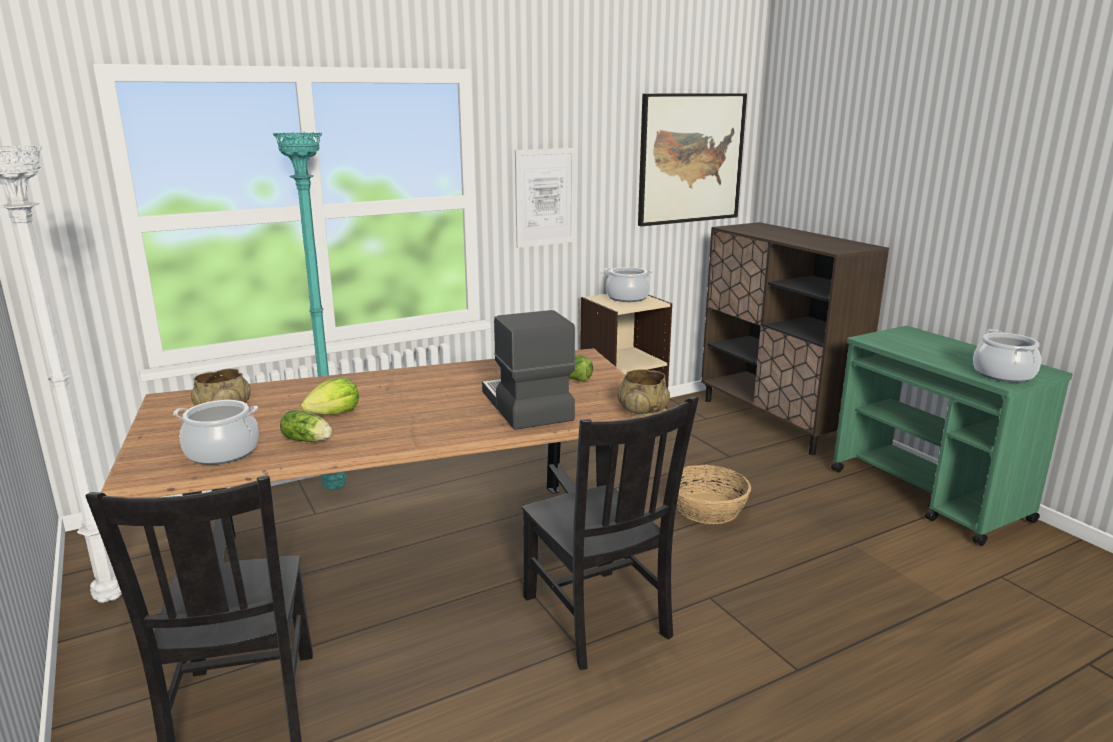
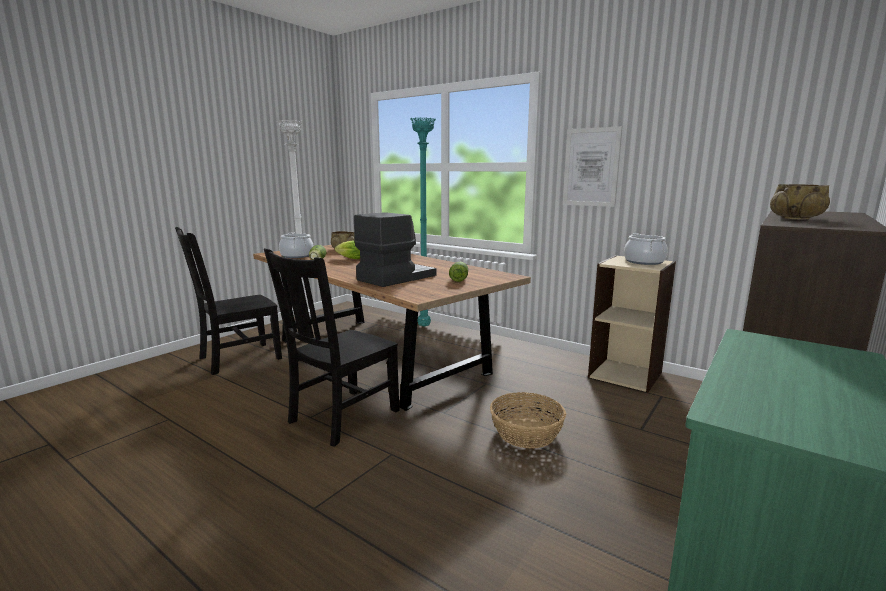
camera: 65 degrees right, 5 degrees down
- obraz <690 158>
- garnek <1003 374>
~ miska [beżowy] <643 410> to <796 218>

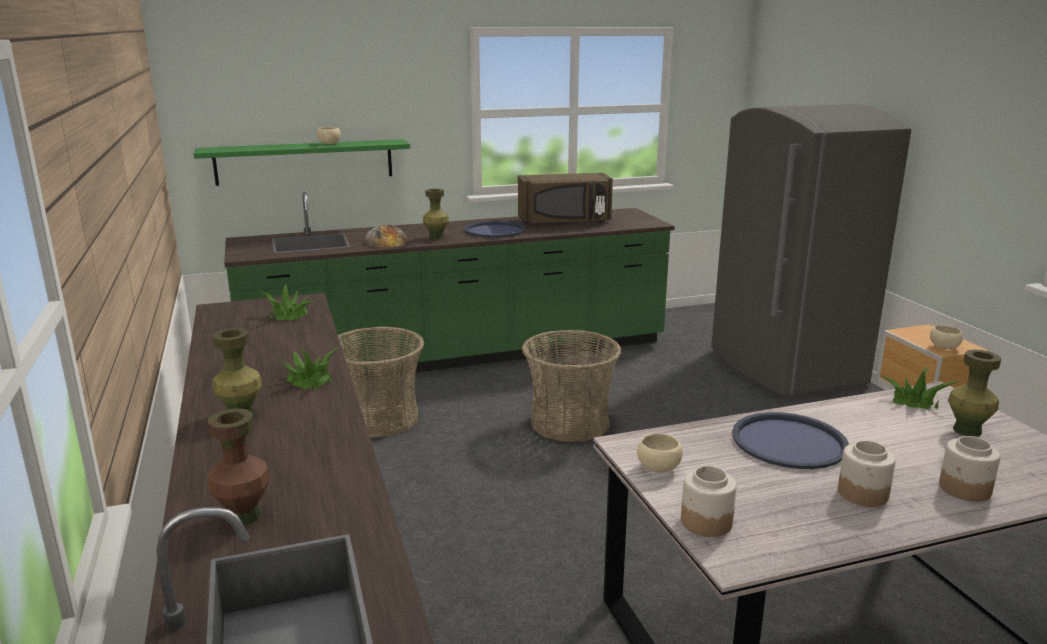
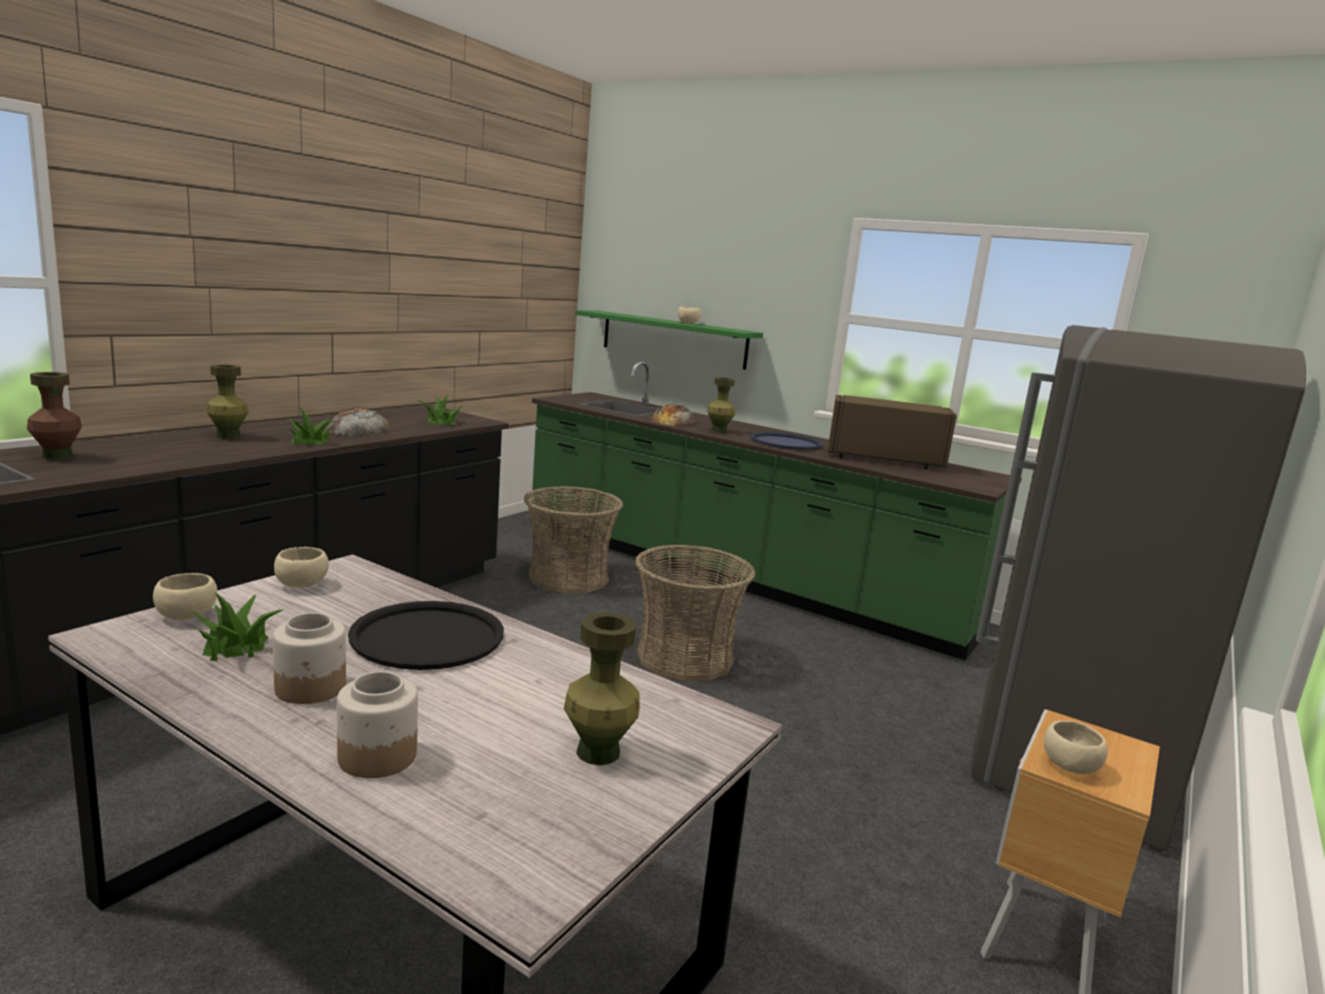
camera: 50 degrees right, 5 degrees down
+ chleb <358 429>
~ roślina doniczkowa <914 400> to <235 645>
~ słoik <705 522> to miska [beżowy] <188 615>
~ taca [niebieski] <789 442> to taca [czarny] <428 637>
~ mikrofalówka [brązowy] <565 221> = <884 459> 150 degrees clockwise

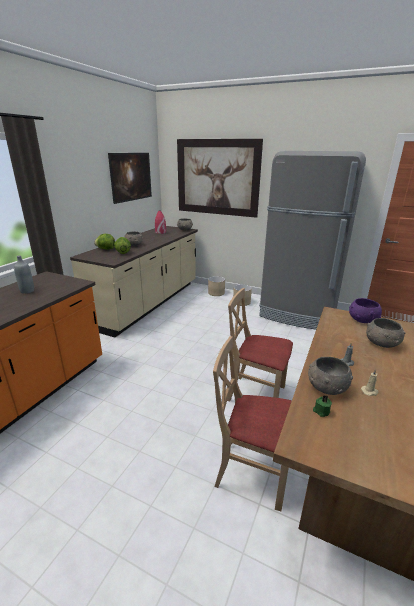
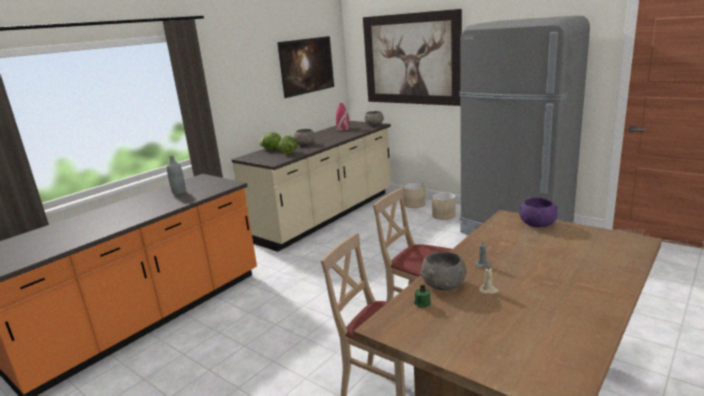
camera: 15 degrees right, 5 degrees down
- miska [szary] <381 343>

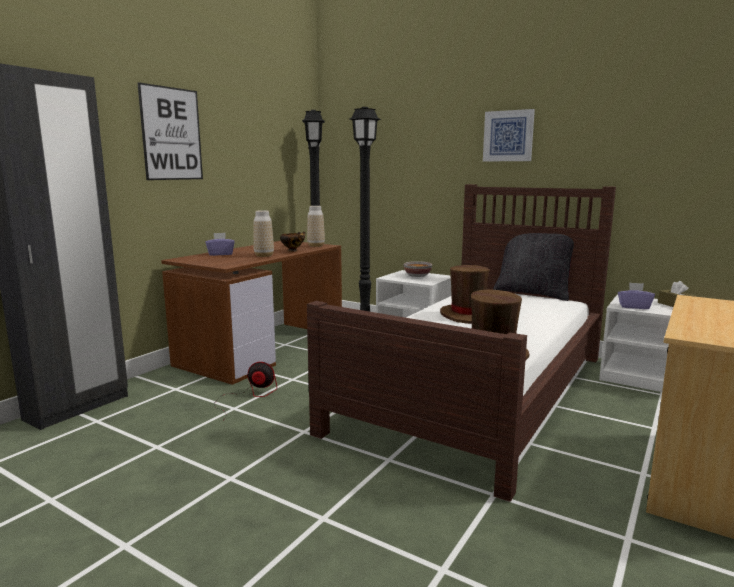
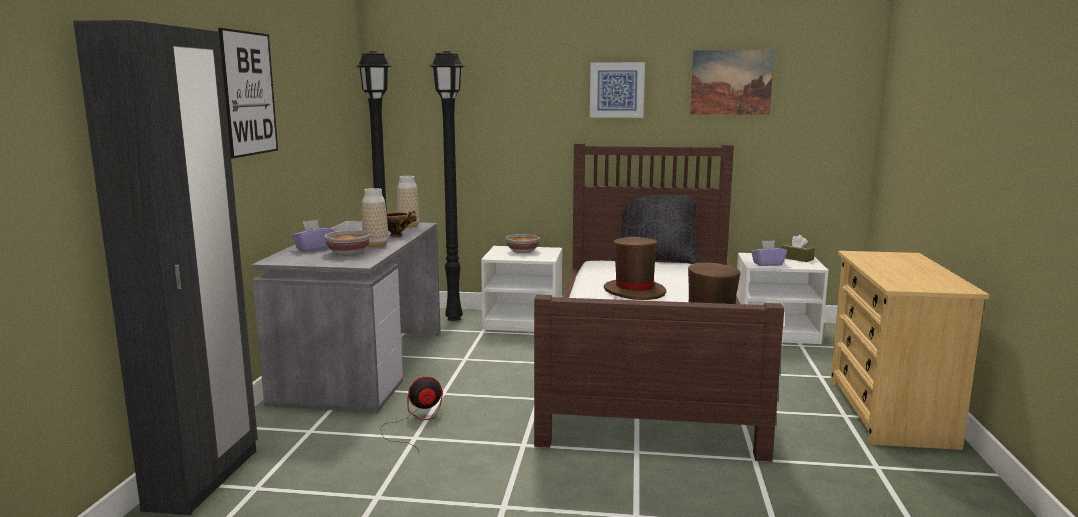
camera: 25 degrees left, 0 degrees up
+ miska <348 253>
+ obraz <731 82>
~ biurko [brązowy] <263 349> to biurko [szary] <362 365>

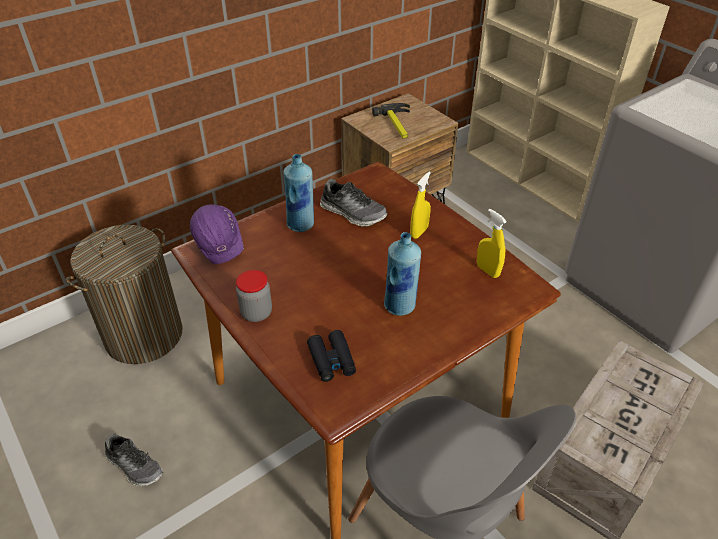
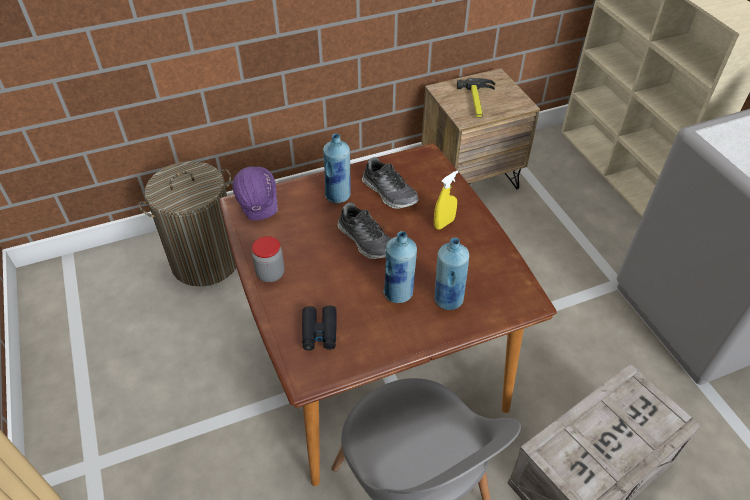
camera: 15 degrees right, 5 degrees up
- spryskiwacz [żółty] <487 271>
+ butelka [niebieski] <448 299>
~ but <135 466> to <366 240>

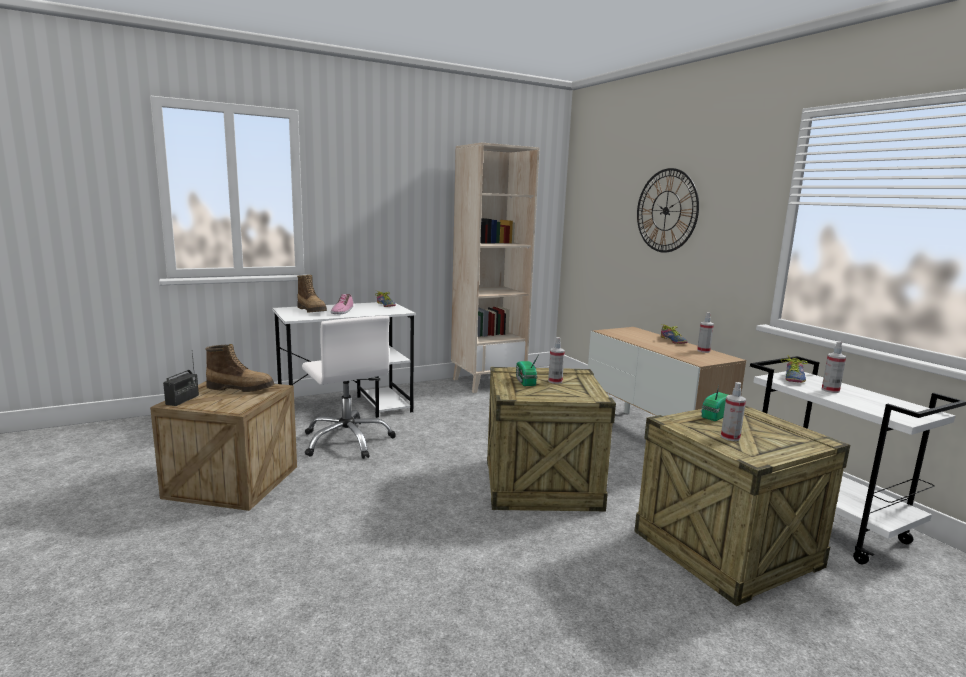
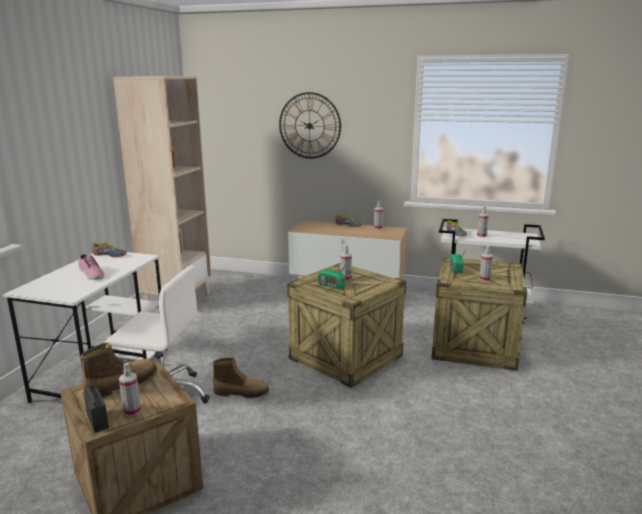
camera: 45 degrees left, 5 degrees up
+ spryskiwacz <132 411>
~ but z cholewką <312 310> to <241 393>

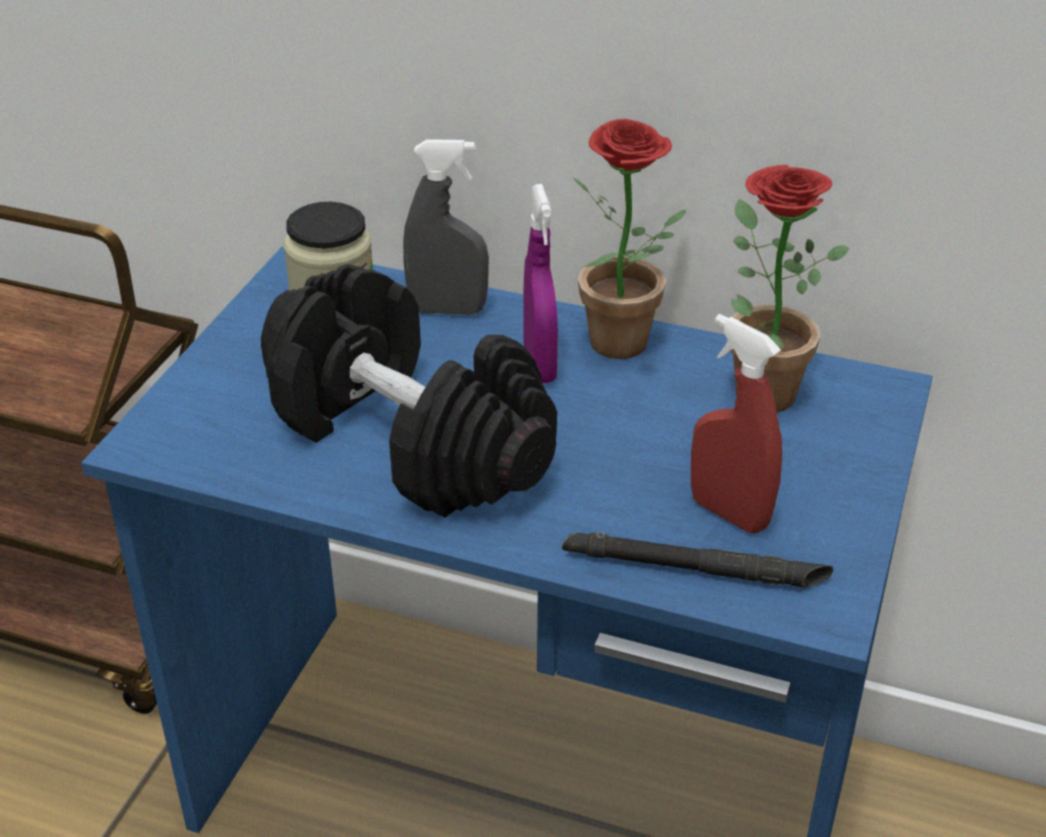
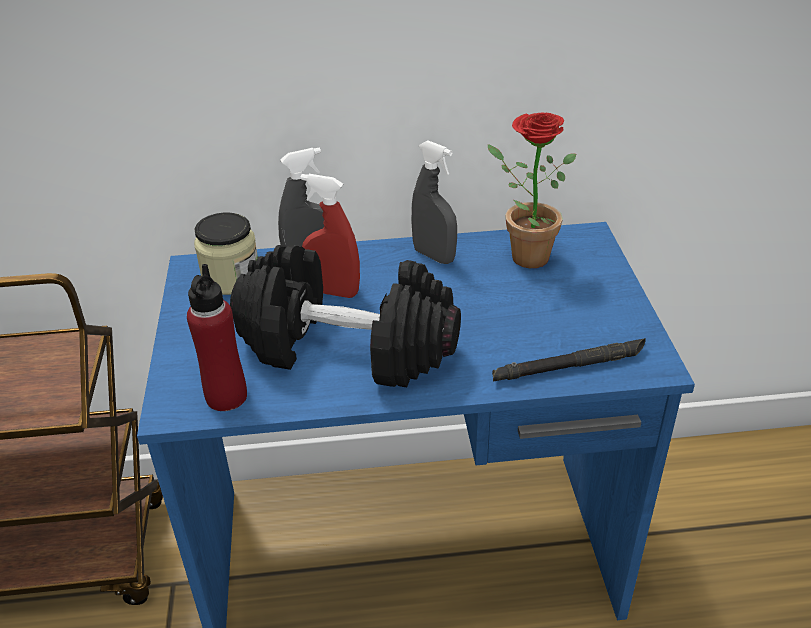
camera: 25 degrees left, 0 degrees up
- spryskiwacz [fioletowy] <539 365>
+ butelka [czerwony] <226 397>
~ spryskiwacz [czerwony] <729 513> to <333 292>
~ roślina doniczkowa <625 349> to spryskiwacz [szary] <434 256>

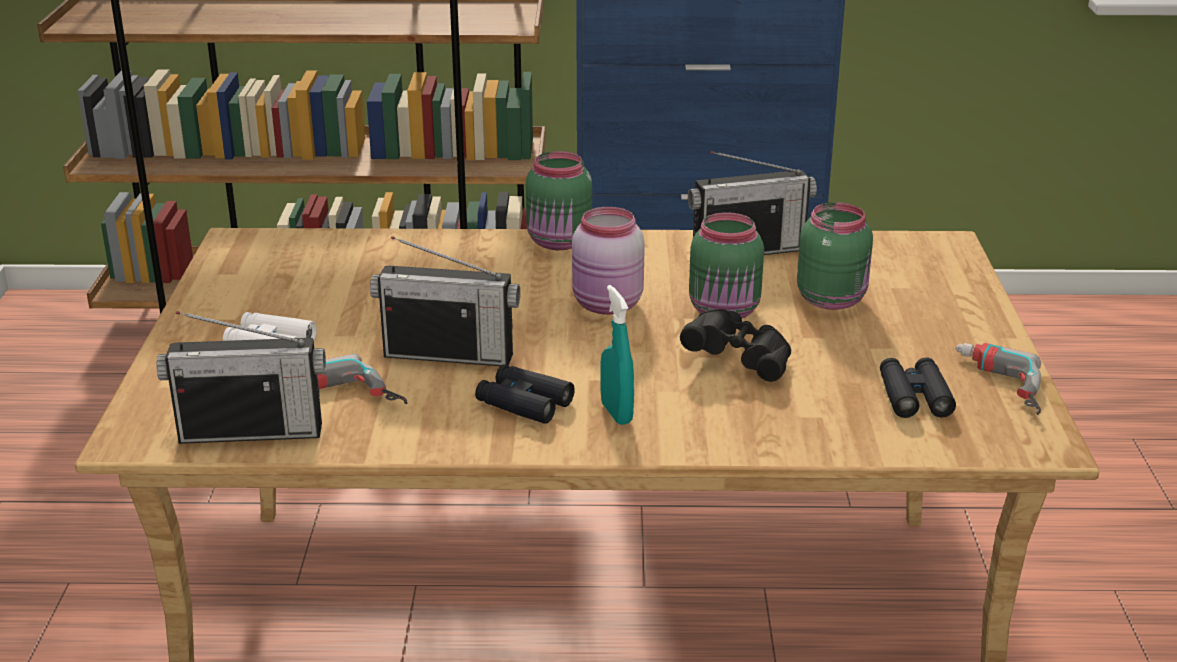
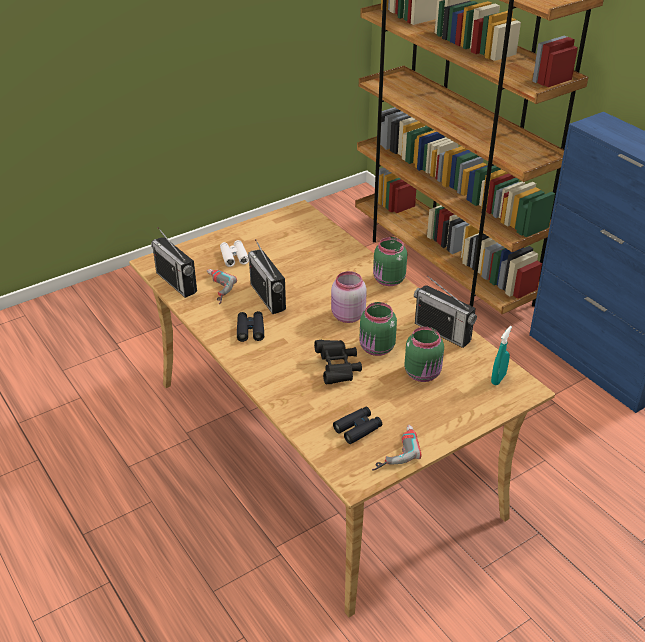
camera: 55 degrees right, 10 degrees up
~ spryskiwacz [turkusowy] <616 413> to <498 379>

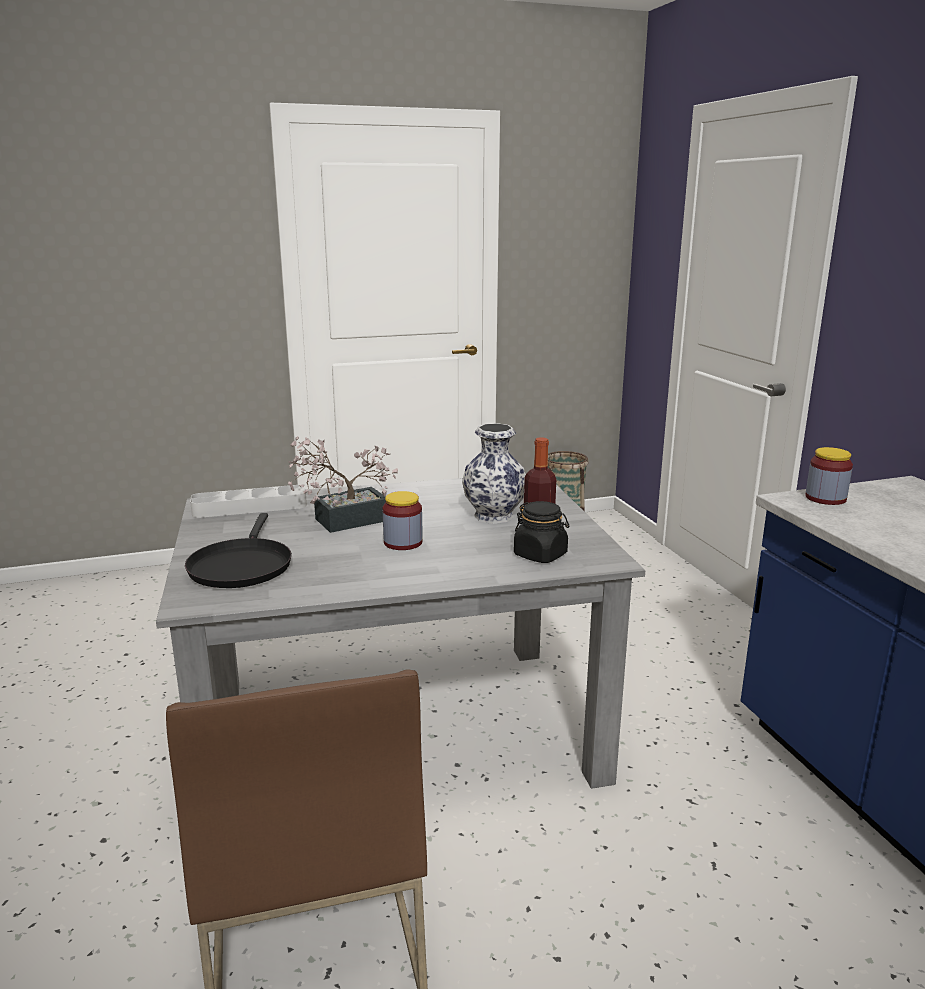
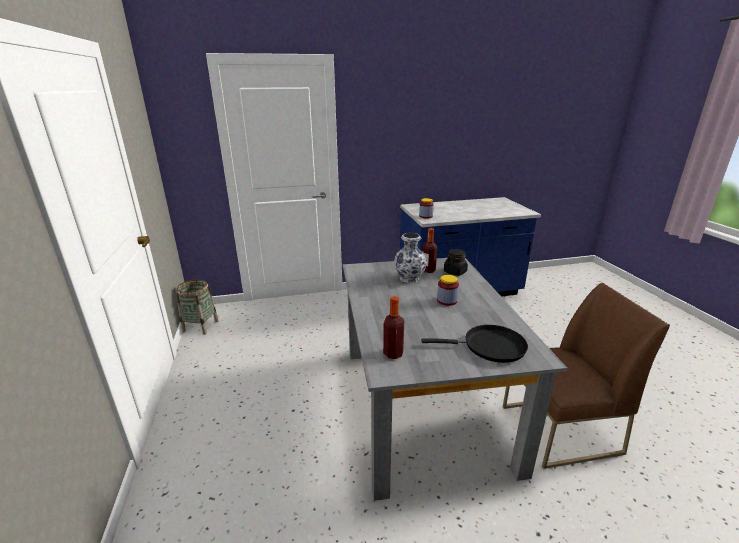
camera: 85 degrees left, 5 degrees up
- roślina doniczkowa <343 521>
~ taca [szary] <250 507> to butelka <393 353>

